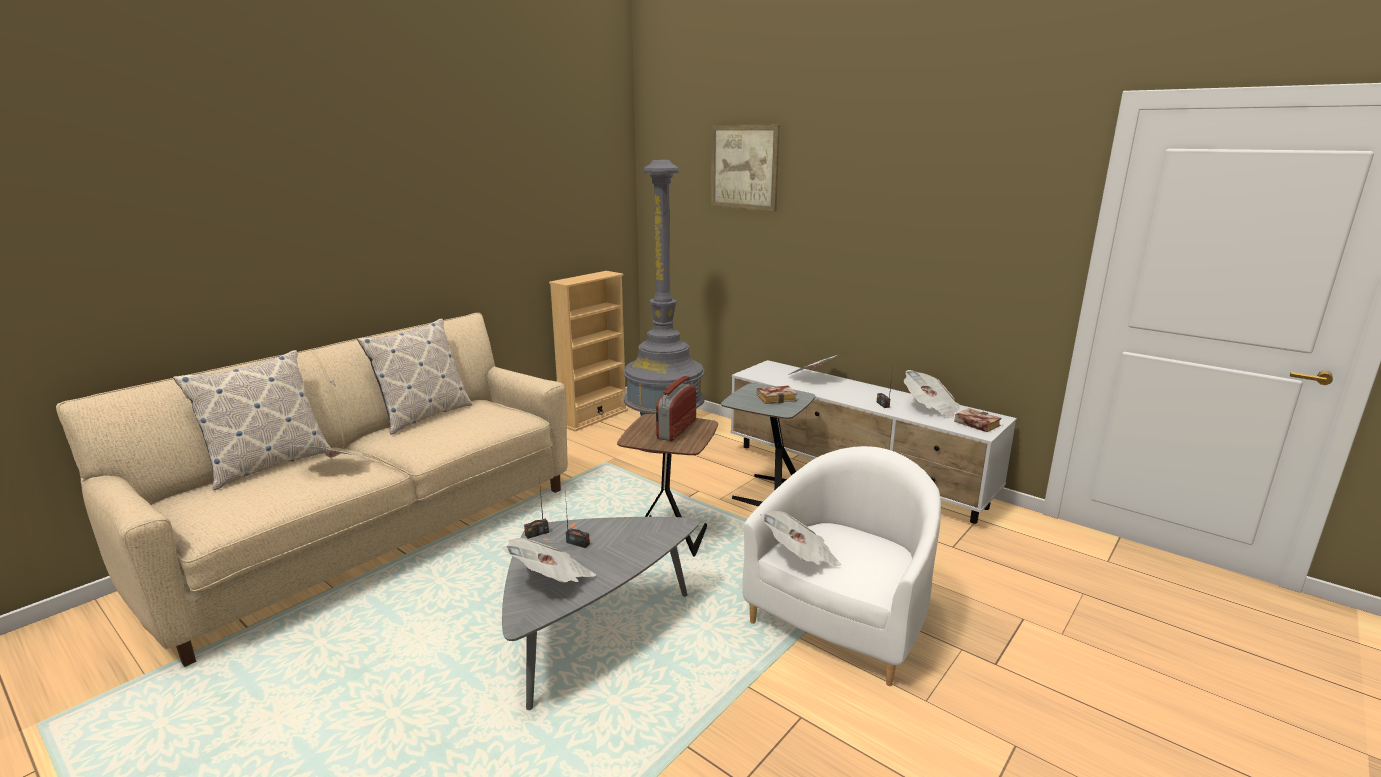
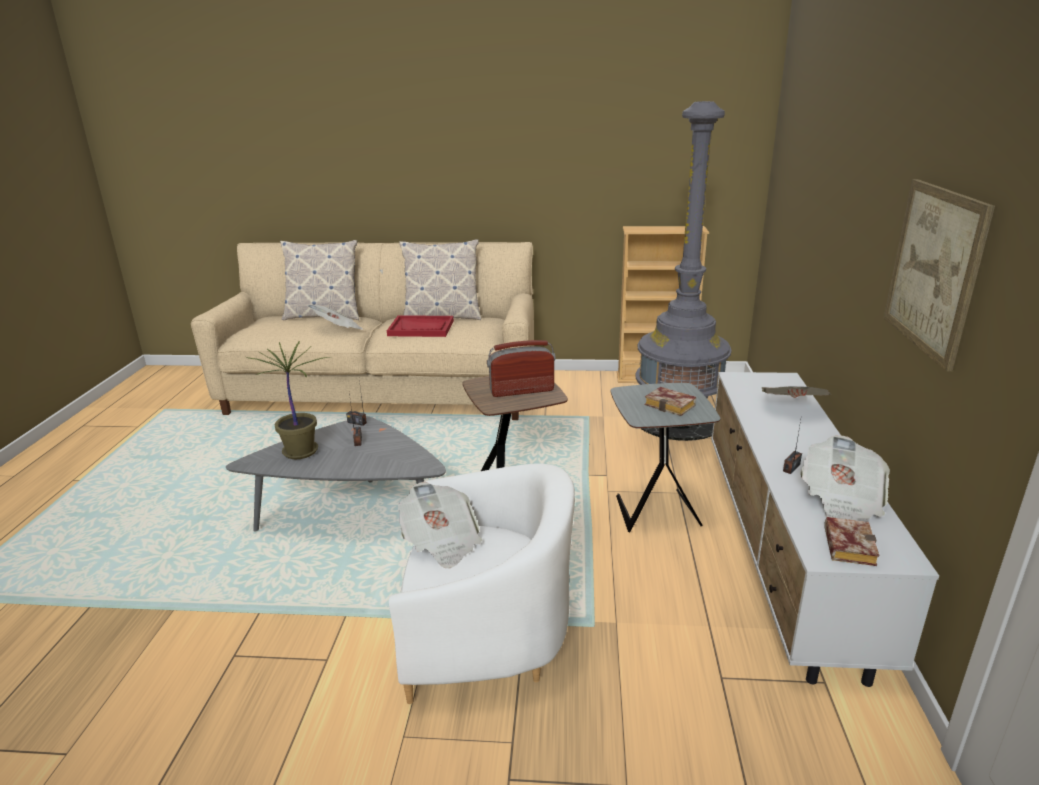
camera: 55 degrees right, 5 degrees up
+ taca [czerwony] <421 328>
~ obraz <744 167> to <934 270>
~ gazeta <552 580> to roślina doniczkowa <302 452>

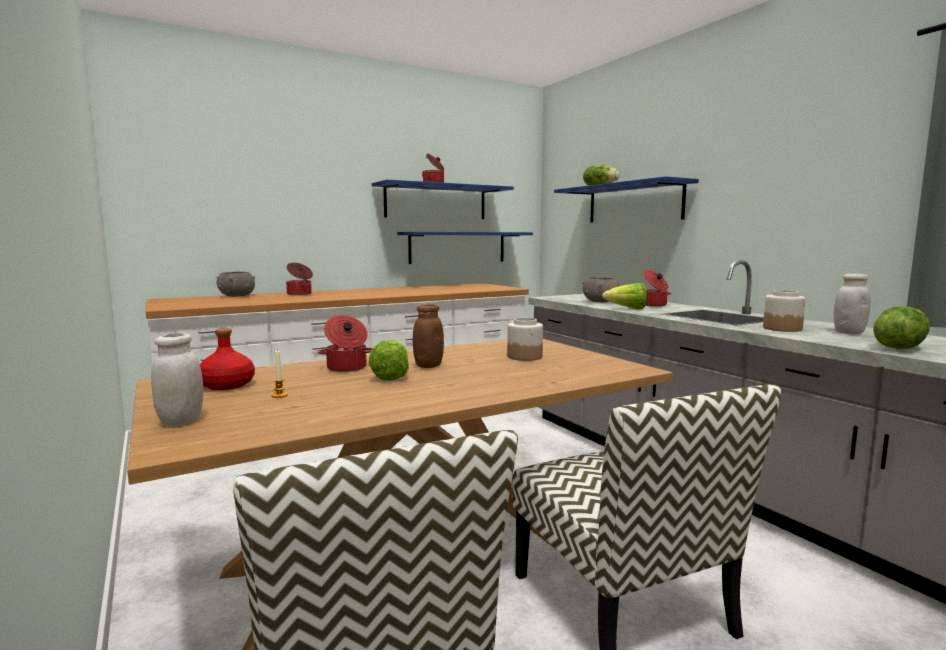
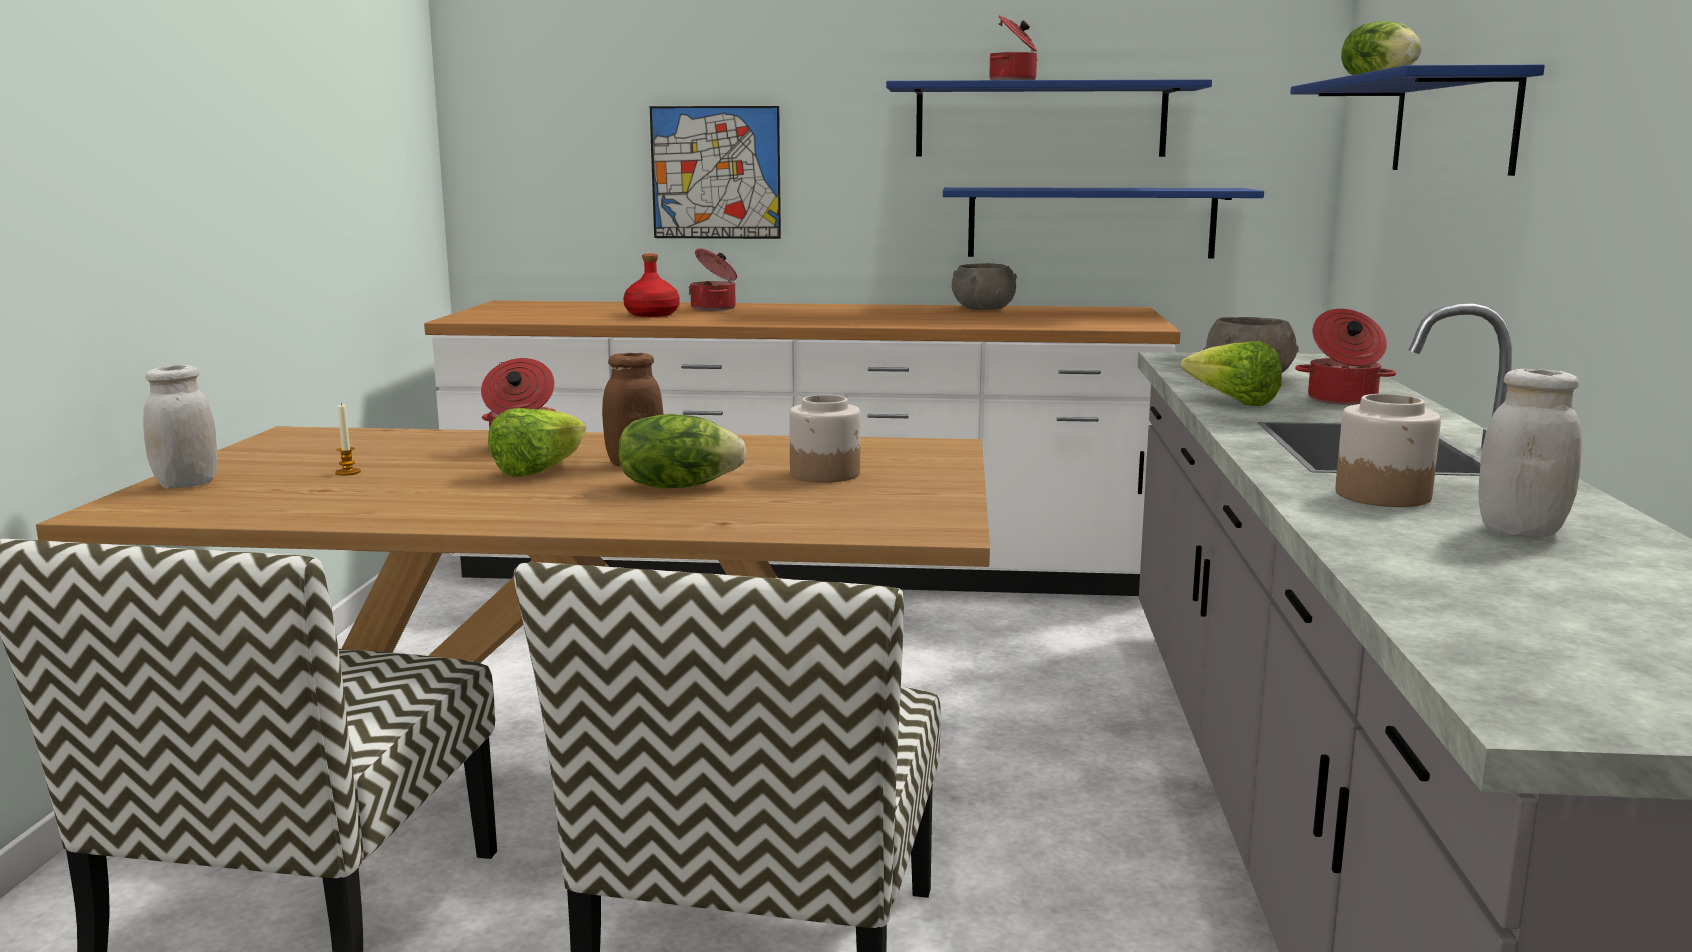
camera: 35 degrees right, 5 degrees up
+ obraz <716 173>
~ butelka [czerwony] <226 385> to <651 314>
~ miska [szary] <236 296> to <983 309>
~ sałata <898 347> to <678 486>

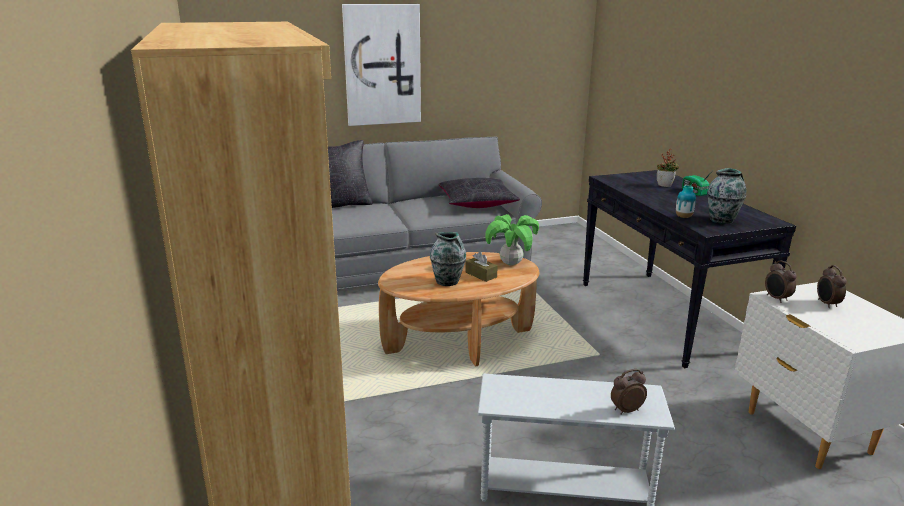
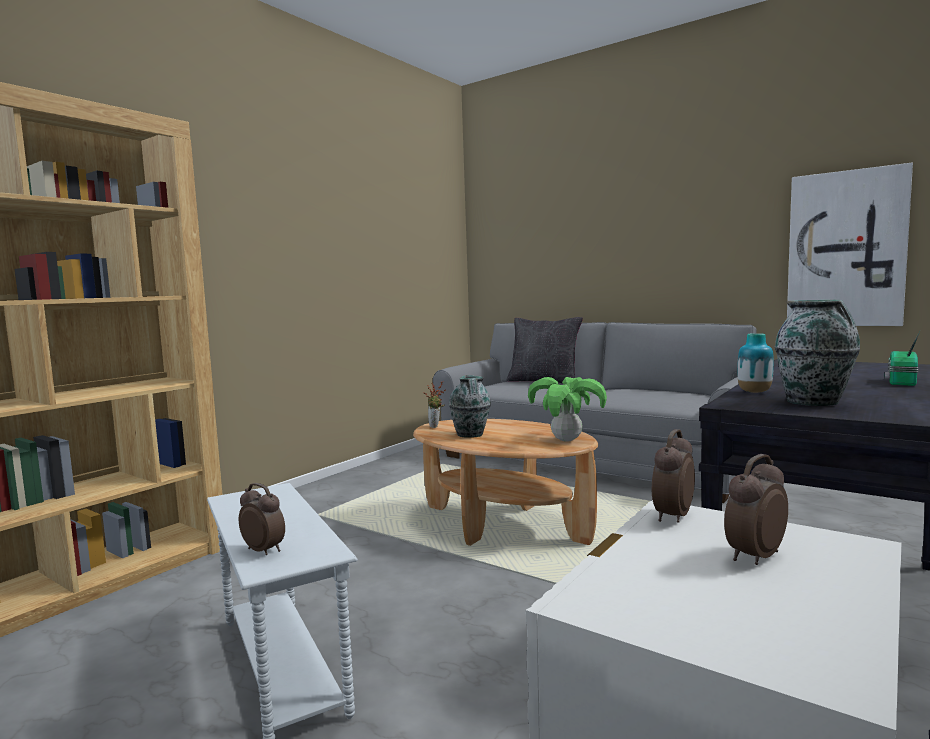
camera: 55 degrees right, 15 degrees down
- poduszka [czarny] <477 203>
- pudełko chusteczek [brązowy] <481 275>
~ obraz <382 65> to <846 249>
~ roślina doniczkowa <665 185> to <436 426>

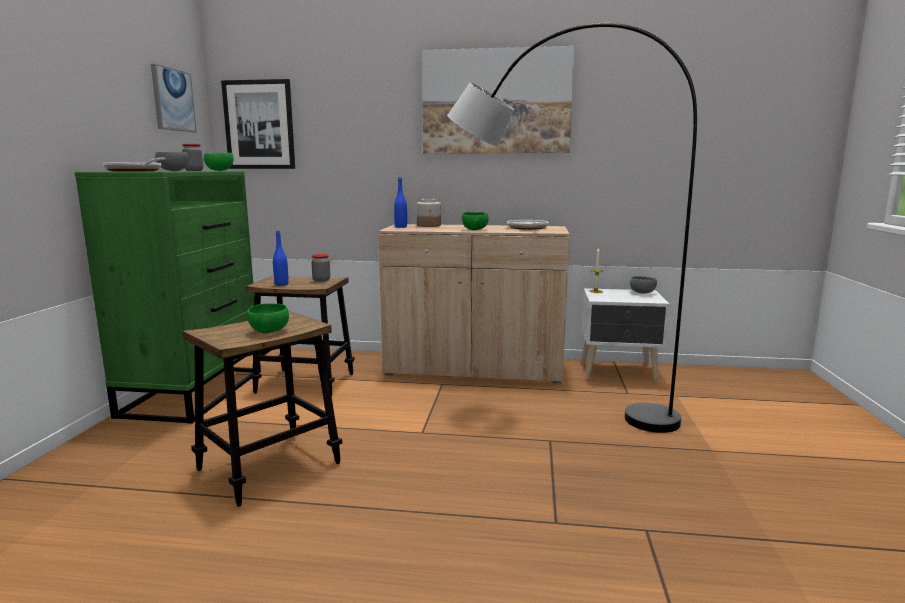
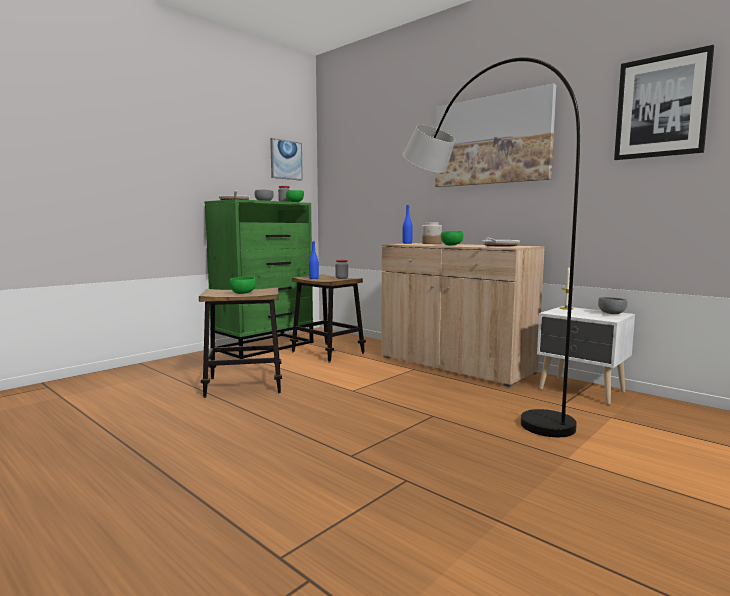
camera: 35 degrees right, 5 degrees down
~ obraz <259 125> to <661 107>

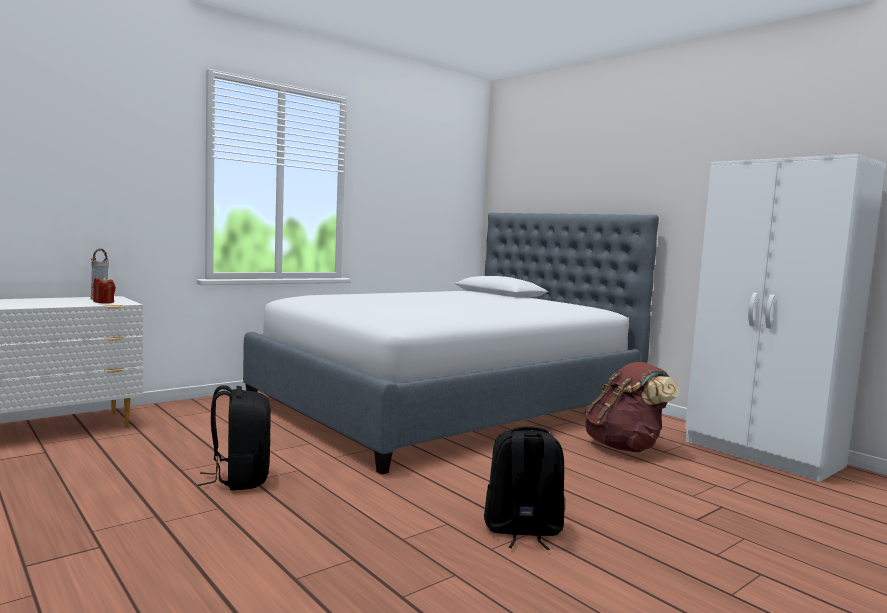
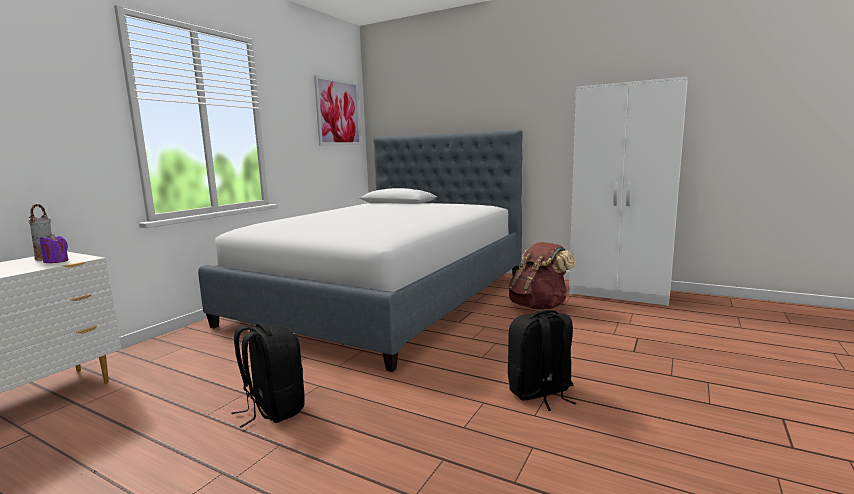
camera: 20 degrees left, 5 degrees up
+ obraz <338 112>
~ świeca [czerwony] <104 302> to świeca [fioletowy] <56 261>

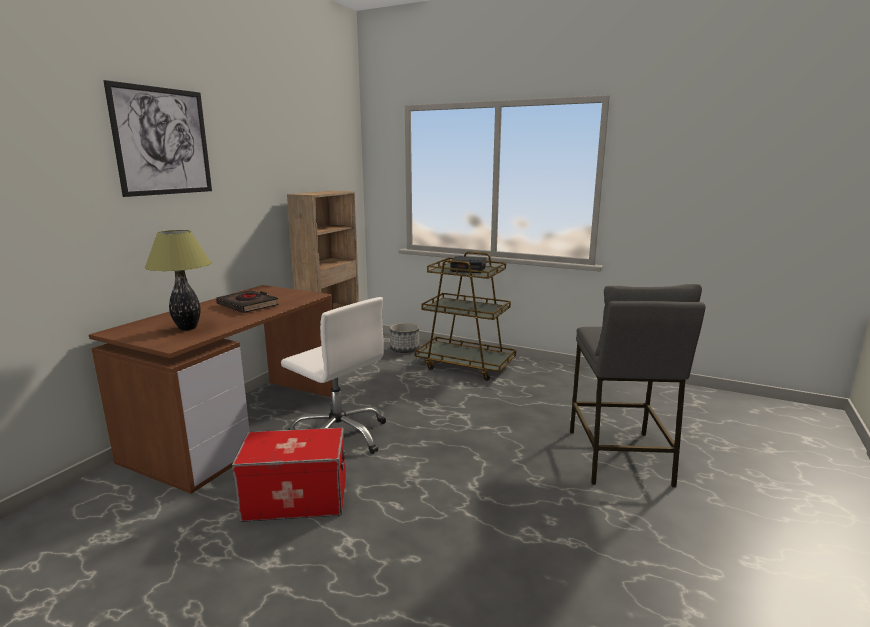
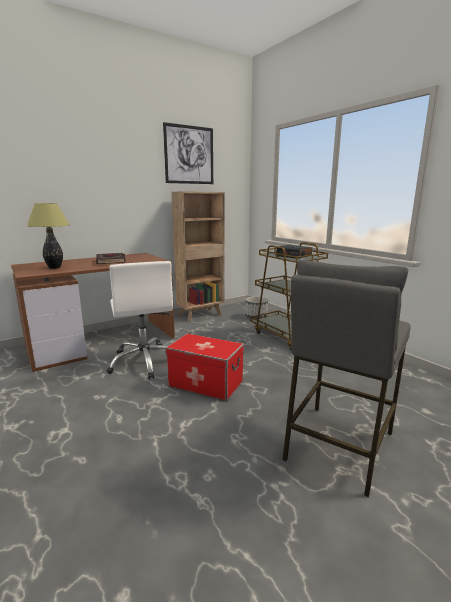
camera: 30 degrees right, 0 degrees up
~ obraz <162 141> to <189 155>
~ pojemnik do przechowywania <296 499> to <206 383>

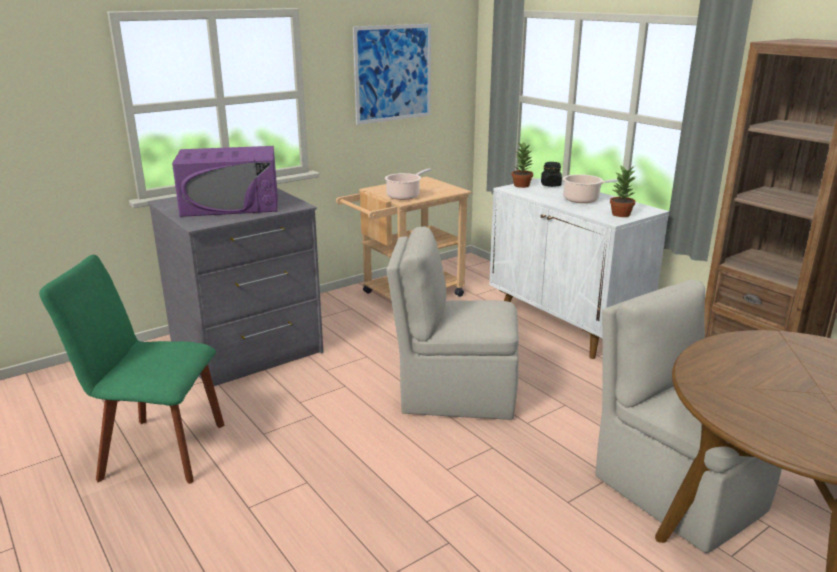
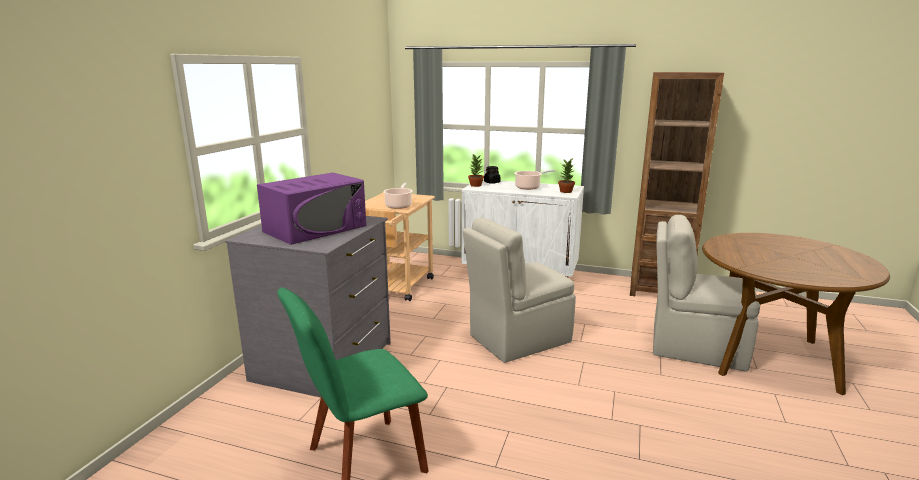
camera: 35 degrees left, 5 degrees down
- obraz <393 73>

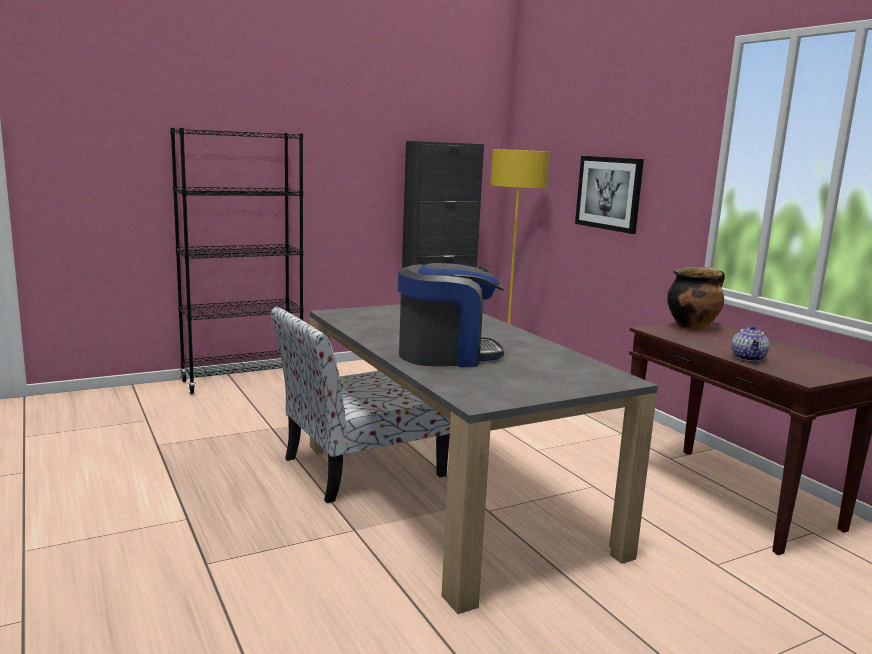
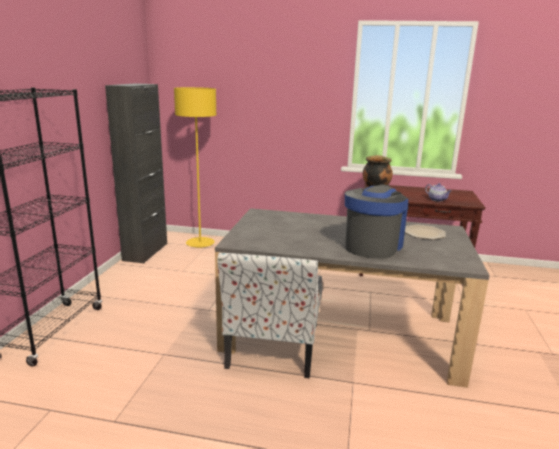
camera: 50 degrees left, 5 degrees up
- obraz <609 193>
+ talerz <423 233>

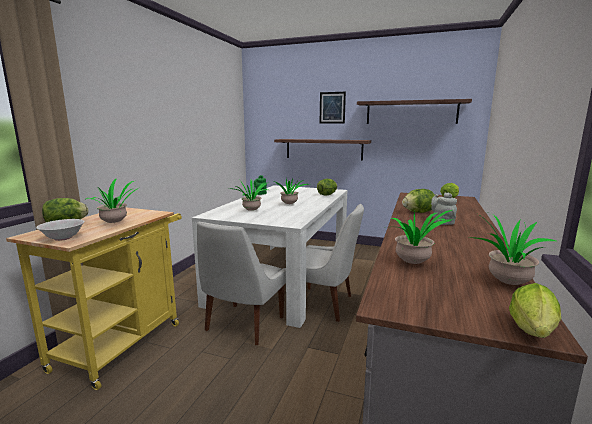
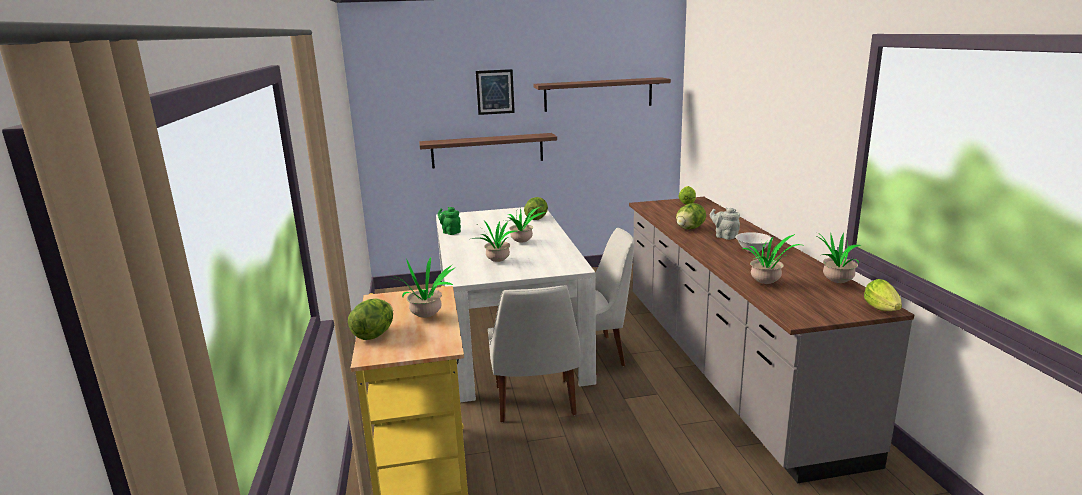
camera: 30 degrees left, 5 degrees up
~ miska [biały] <63 238> to <752 250>

